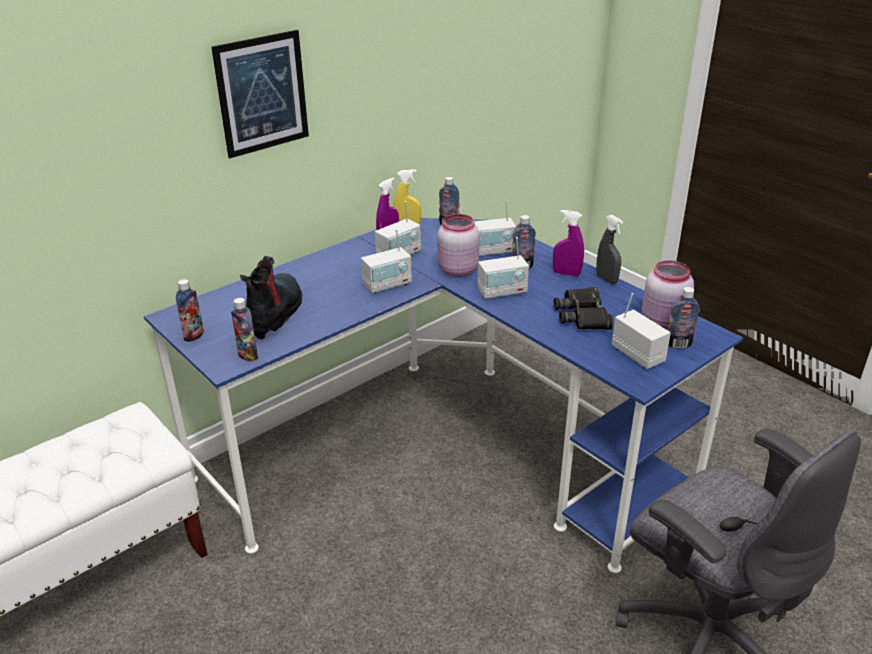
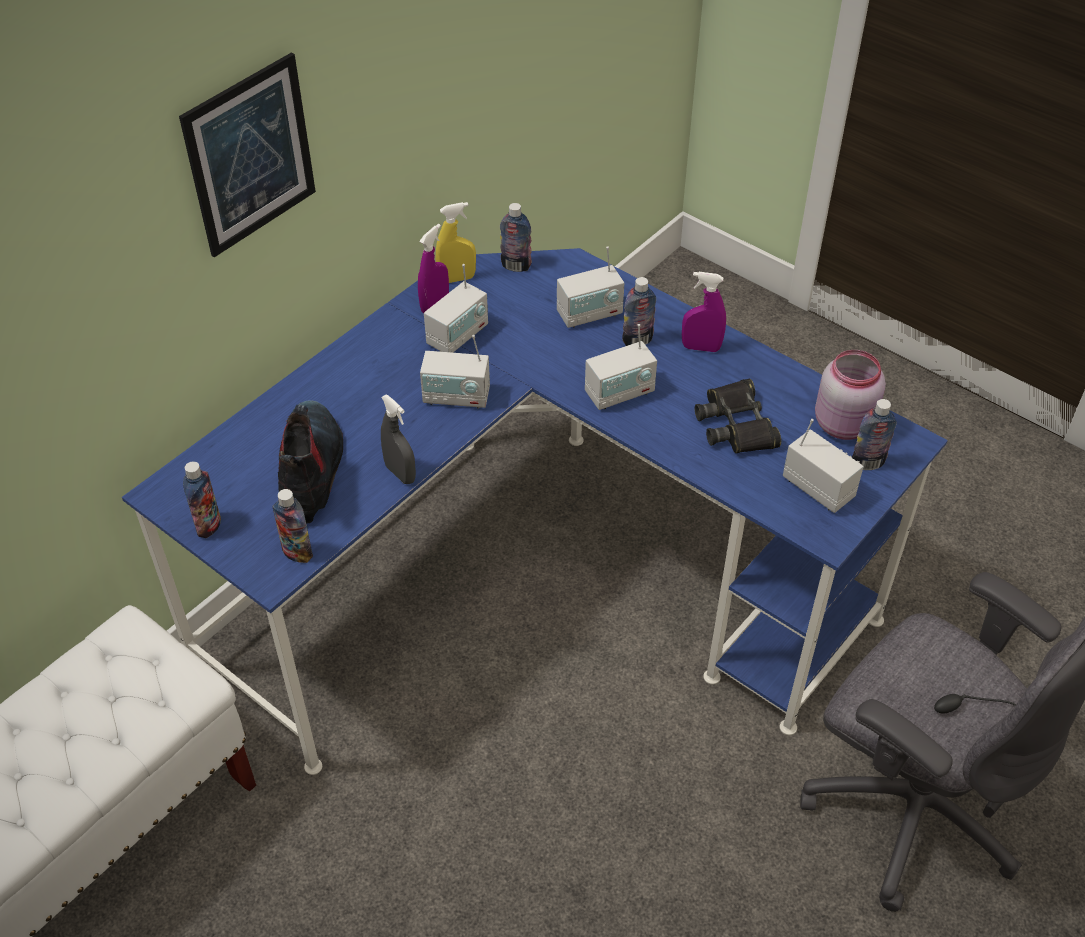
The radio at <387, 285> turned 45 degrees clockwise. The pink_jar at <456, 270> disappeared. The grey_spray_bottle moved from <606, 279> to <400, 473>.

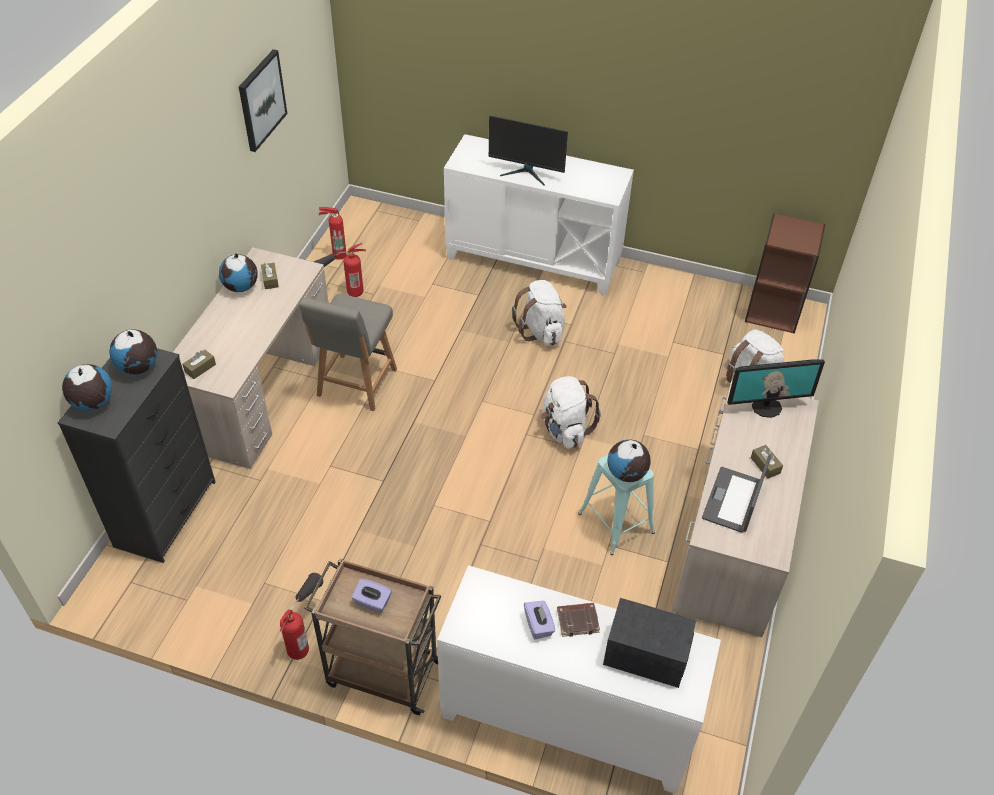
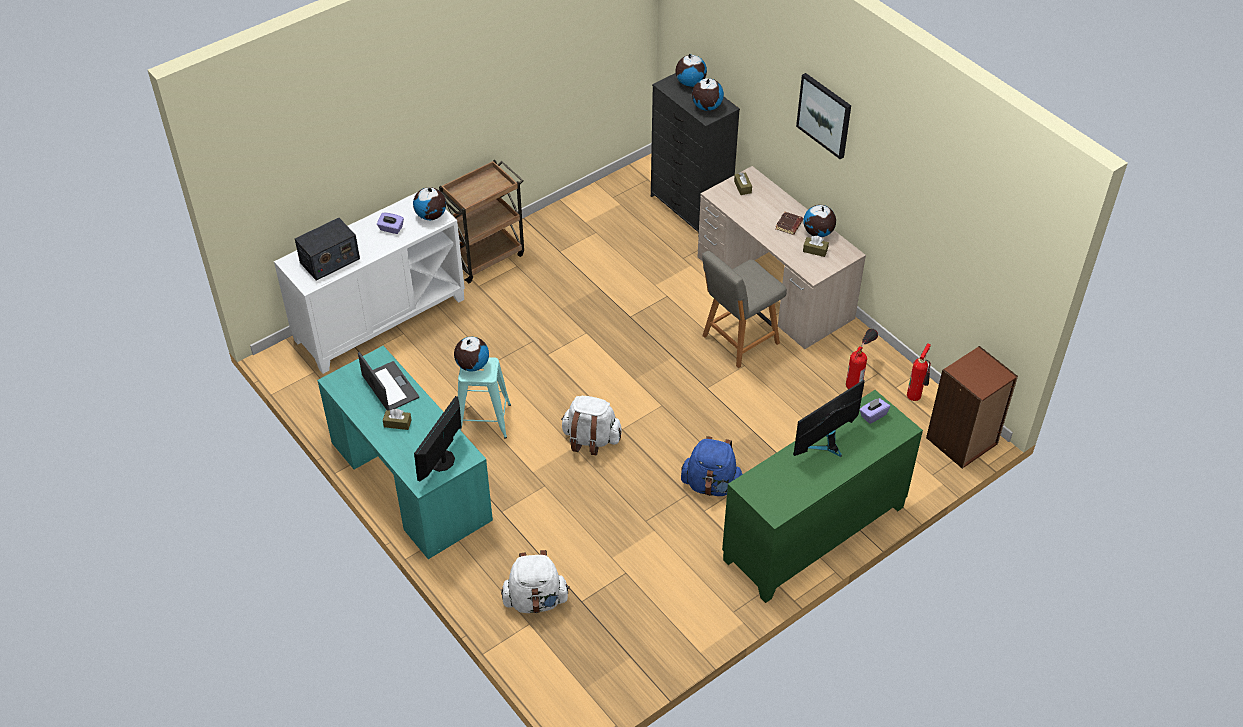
The picture moved from <261, 100> to <824, 115>. The fire_extinguisher at <306, 632> disappeared. The grey_chair at <356, 384> turned 90 degrees counterclockwise. The purple_tissue_box moved from <372, 602> to <873, 415>. The white_cabinet at <534, 258> became the green_cabinet at <814, 534>. The white_backpack at <541, 331> became the blue_backpack at <711, 485>. The brown_book moved from <578, 620> to <789, 225>. The beige_desk at <734, 537> became the turquoise_desk at <410, 480>. The brown_bookcase moved from <773, 311> to <962, 441>. The globe at <431, 216> appeared.

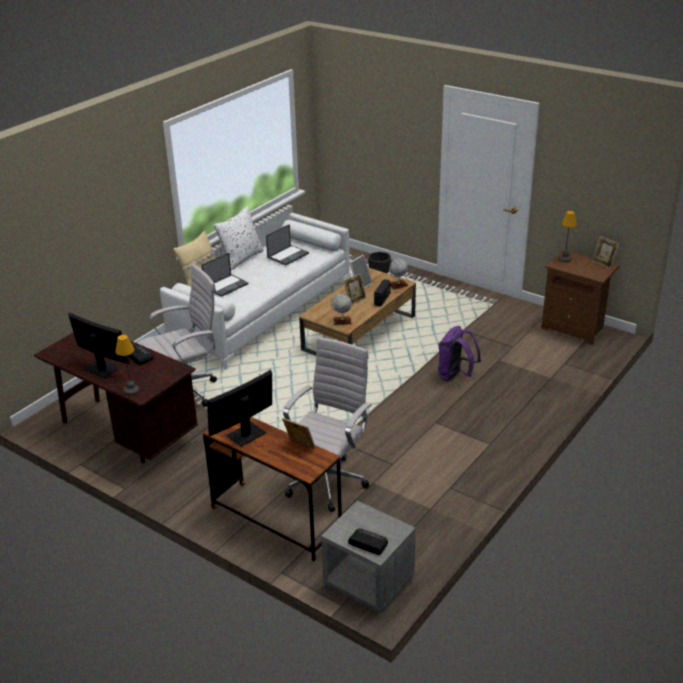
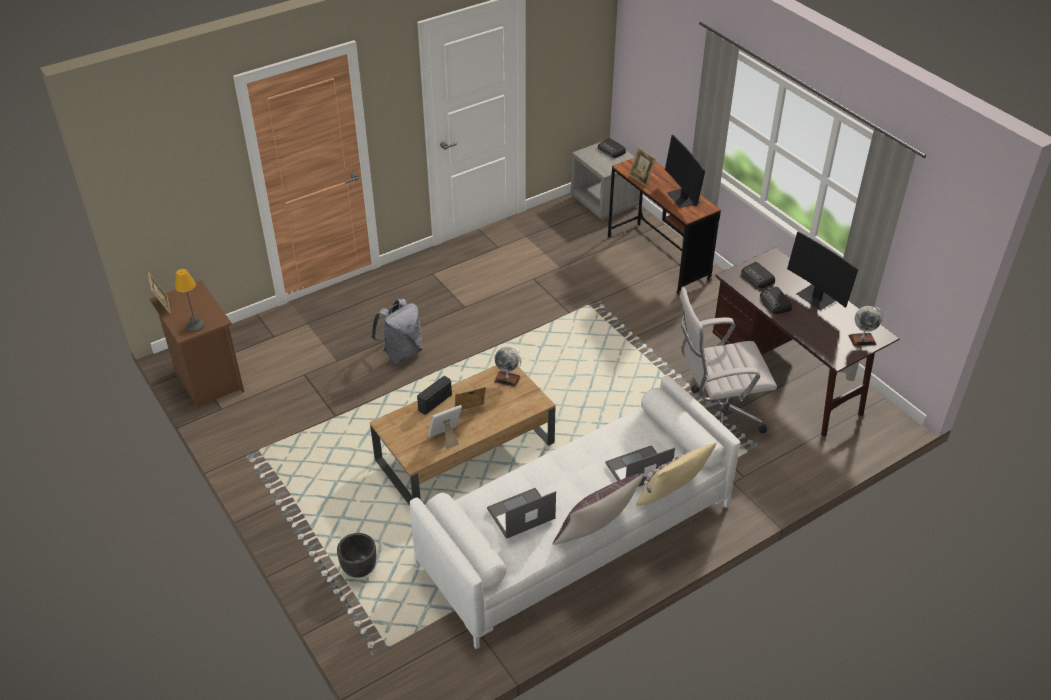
The table_lamp at <131, 391> disappeared. The monitor at <245, 435> turned 90 degrees clockwise. The white_pillow at <241, 258> became the brown_pillow at <596, 533>. The white_office_chair at <328, 480> disappeared. The globe moved from <398, 285> to <862, 340>. The purple_backpack at <455, 376> became the grey_backpack at <401, 353>. The radio at <758, 278> appeared.

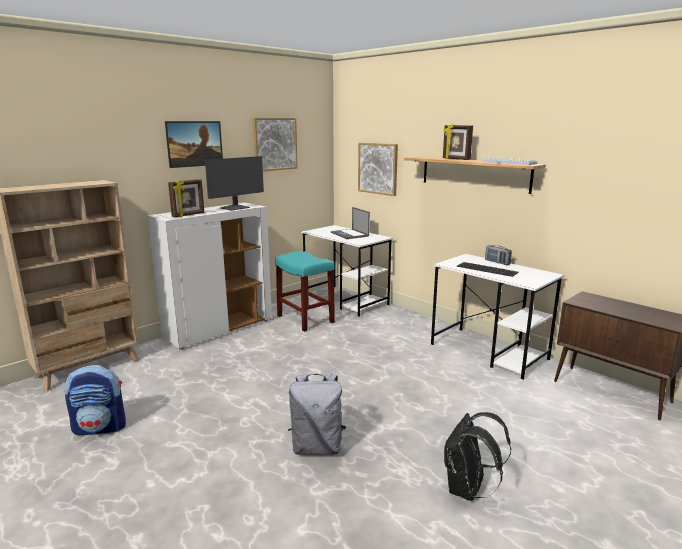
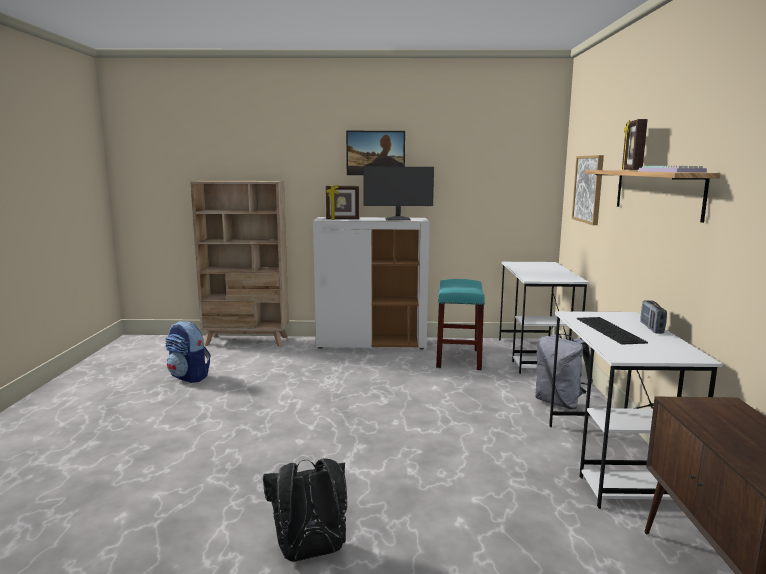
The picture at <275, 144> disappeared. The grey_backpack moved from <317, 447> to <559, 403>. The laptop at <350, 234> disappeared.

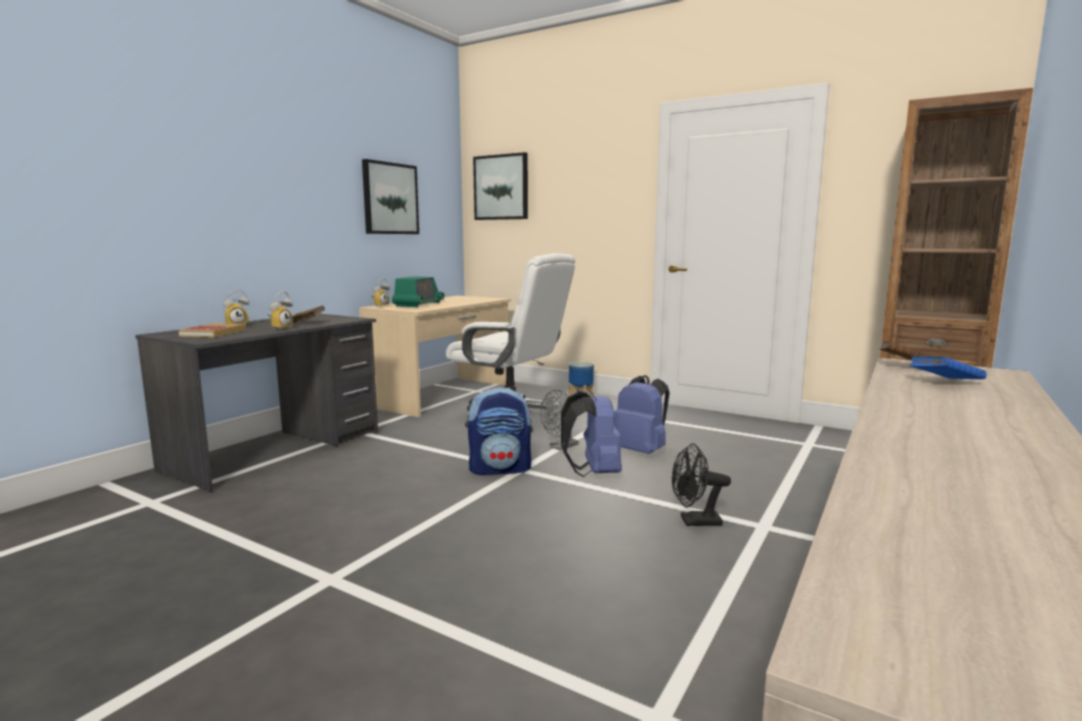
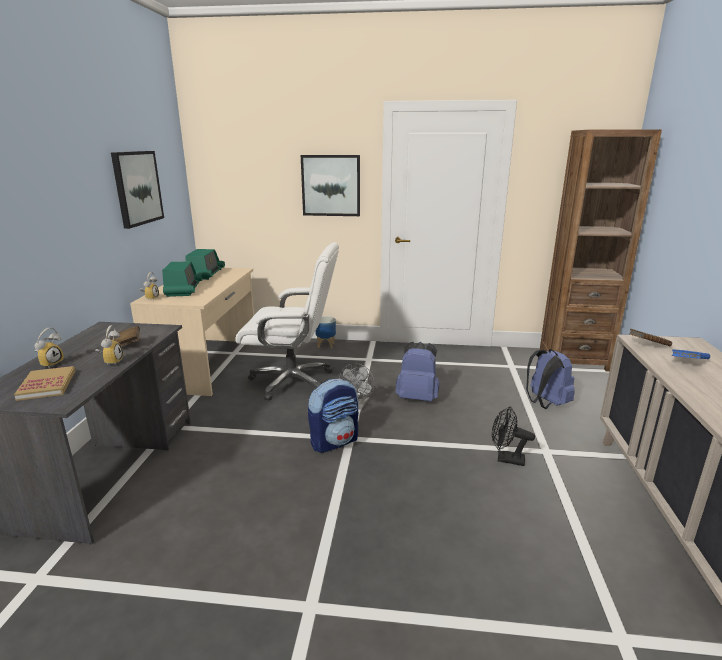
The picture moved from <501, 187> to <331, 185>. The blue_backpack moved from <593, 472> to <545, 403>. The black_fan at <694, 522> turned 45 degrees clockwise. The radio at <205, 274> appeared.

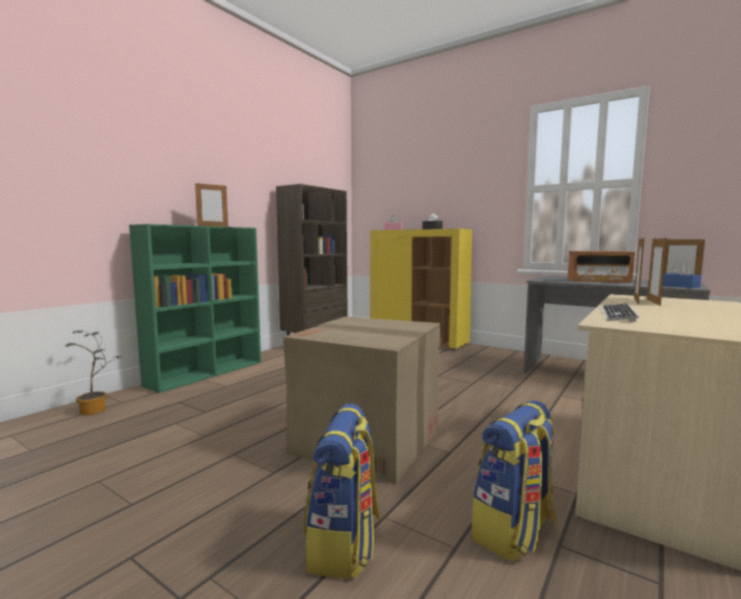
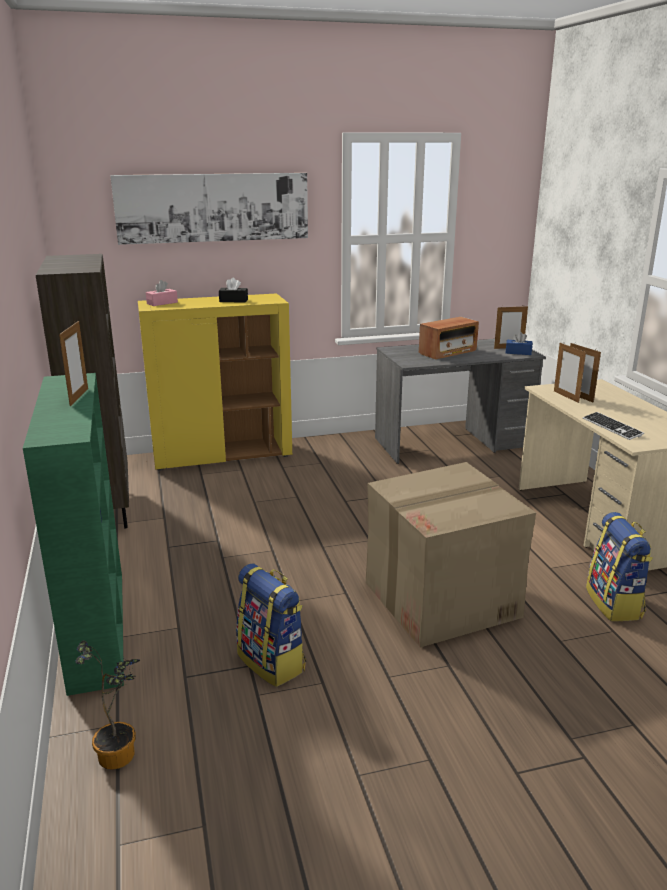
The backpack moved from <344, 545> to <272, 662>. The picture at <213, 207> appeared.

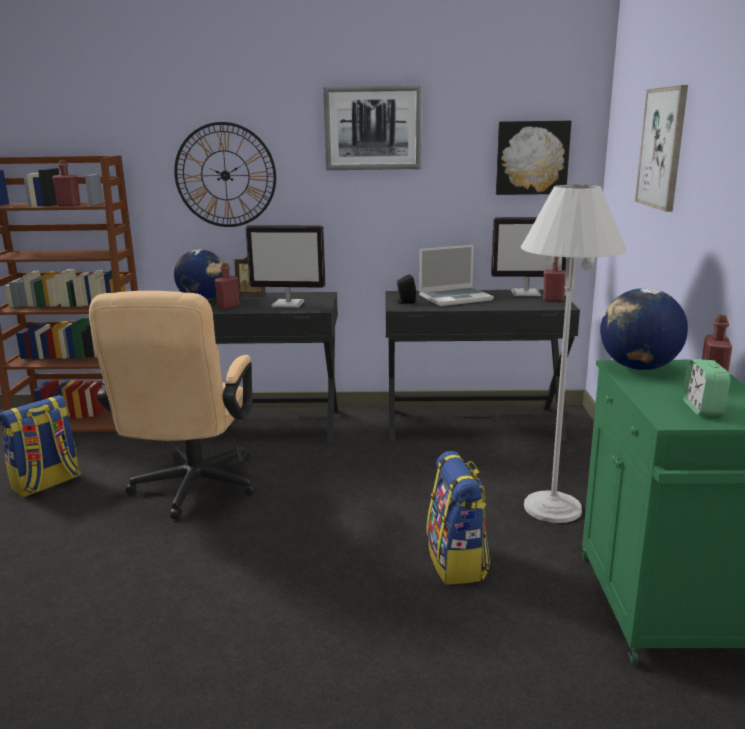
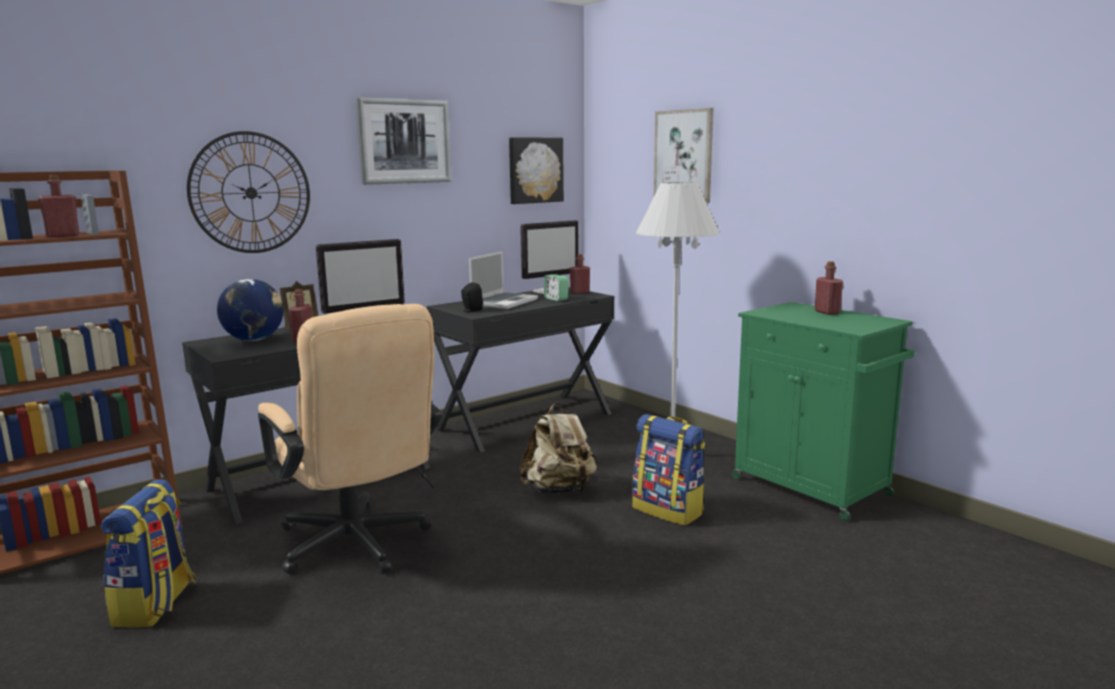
The globe at <638, 368> disappeared. The alarm_clock moved from <702, 408> to <556, 299>. The beige_backpack at <559, 490> appeared.

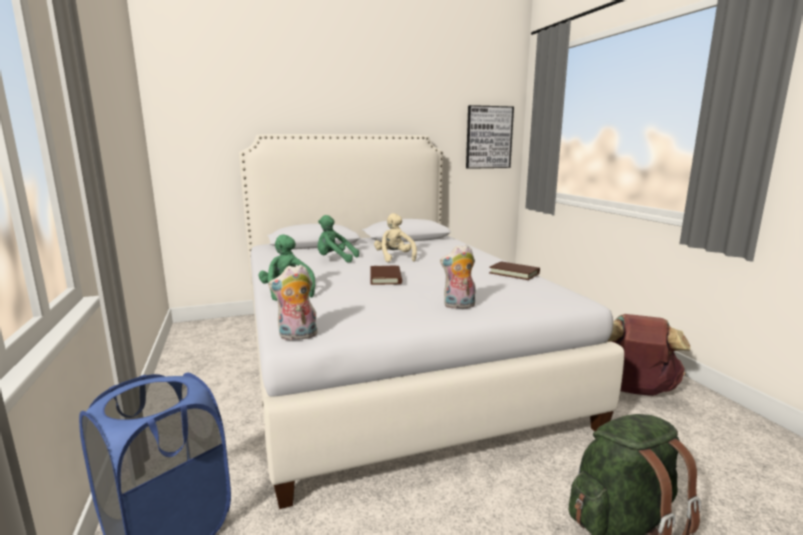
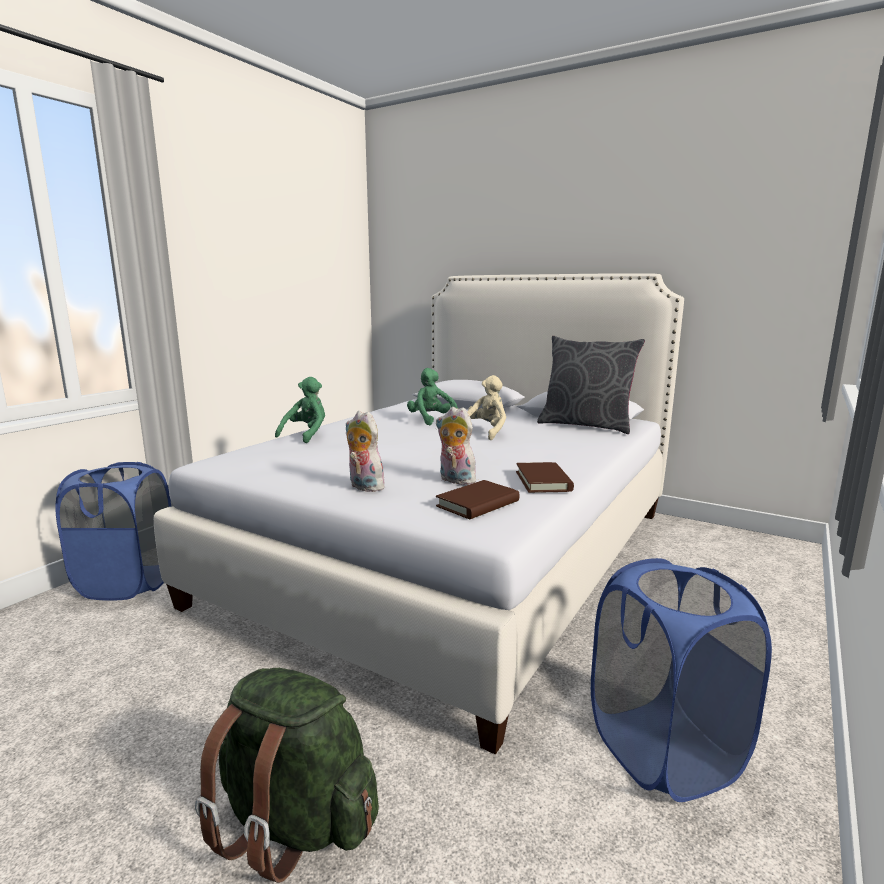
The plush_toy moved from <297, 336> to <455, 480>. The brown_book moved from <385, 278> to <478, 504>. The picture at <488, 137> disappeared. The brown_backpack at <631, 390> was replaced by the blue_laundry_basket at <663, 750>. The grey_pillow at <586, 425> appeared.

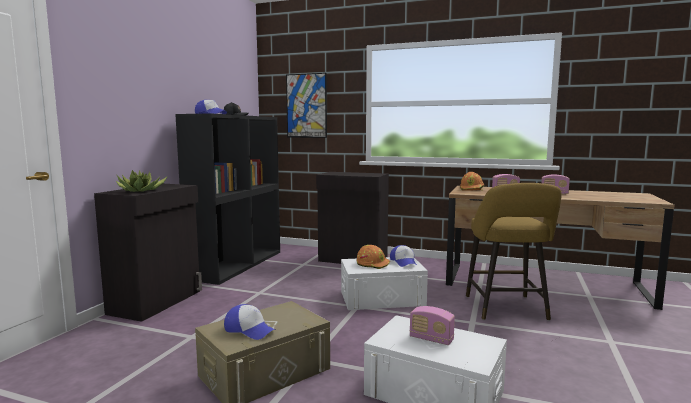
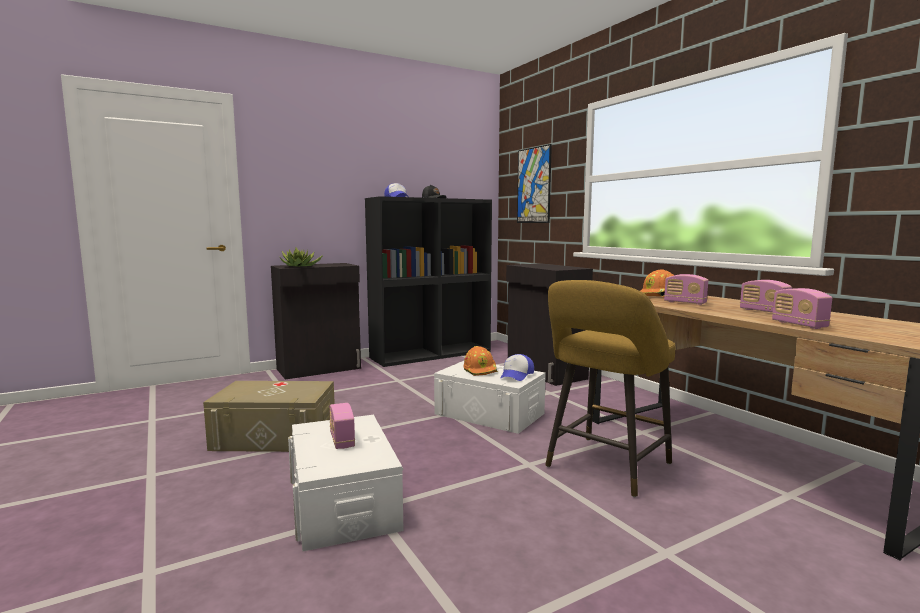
The cap at <249, 329> disappeared. The radio at <799, 325> appeared.

